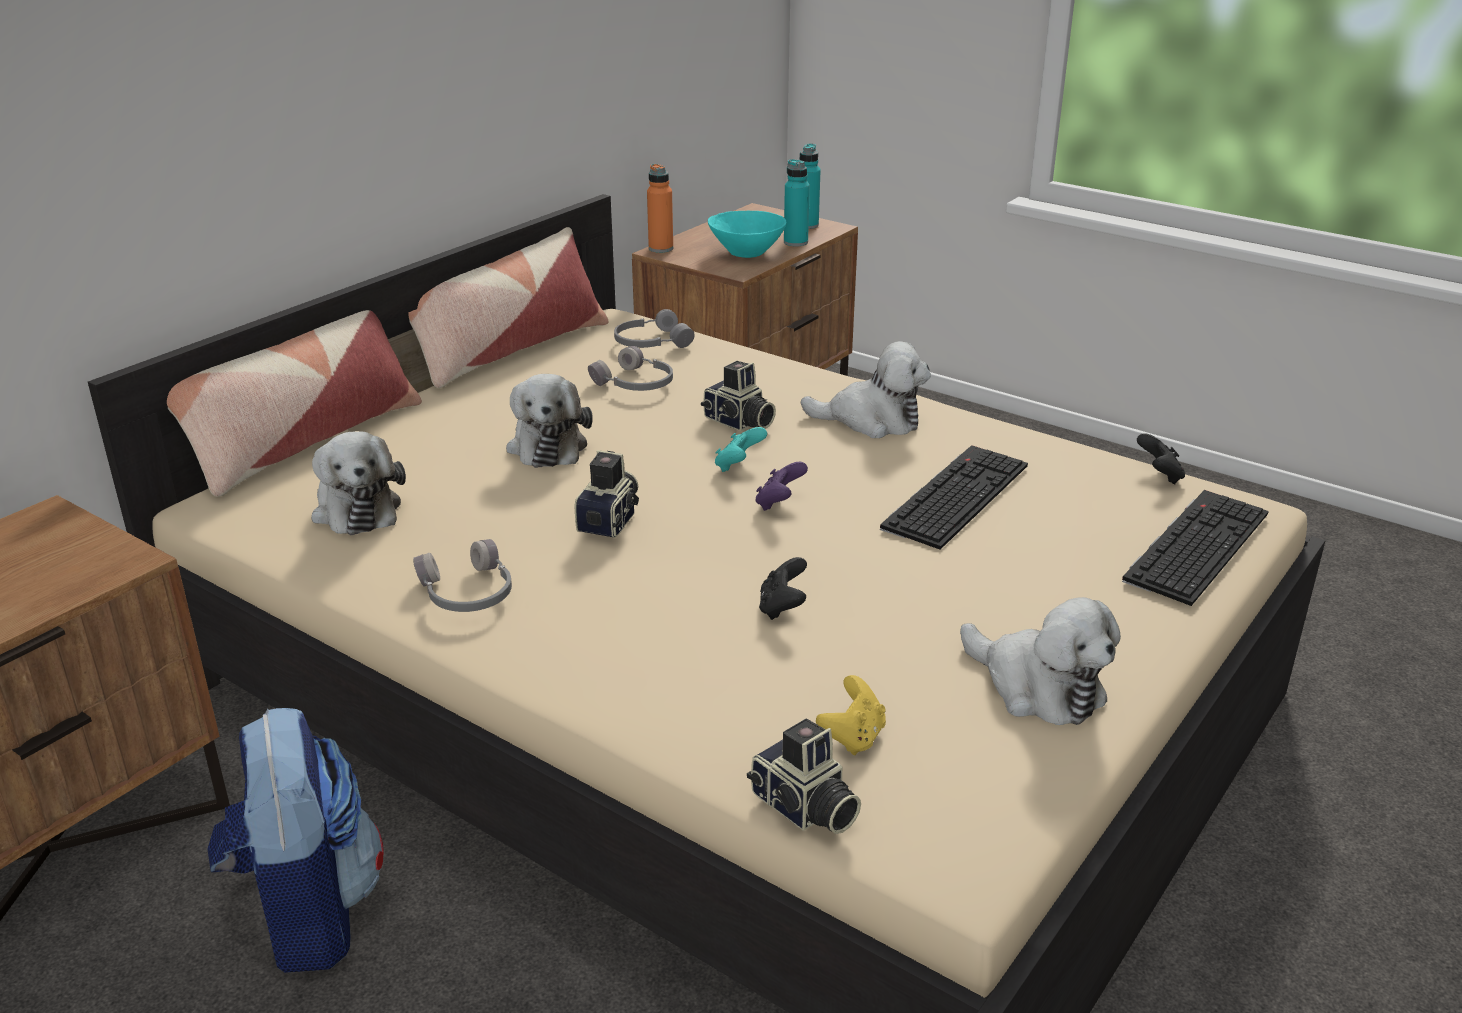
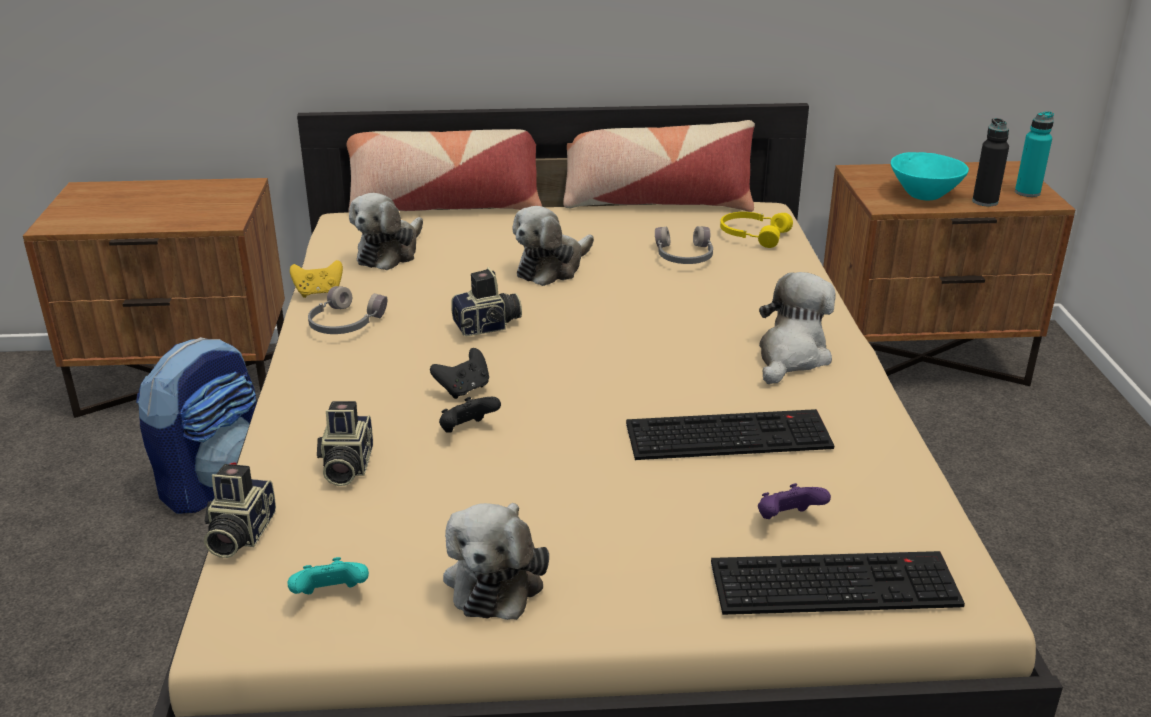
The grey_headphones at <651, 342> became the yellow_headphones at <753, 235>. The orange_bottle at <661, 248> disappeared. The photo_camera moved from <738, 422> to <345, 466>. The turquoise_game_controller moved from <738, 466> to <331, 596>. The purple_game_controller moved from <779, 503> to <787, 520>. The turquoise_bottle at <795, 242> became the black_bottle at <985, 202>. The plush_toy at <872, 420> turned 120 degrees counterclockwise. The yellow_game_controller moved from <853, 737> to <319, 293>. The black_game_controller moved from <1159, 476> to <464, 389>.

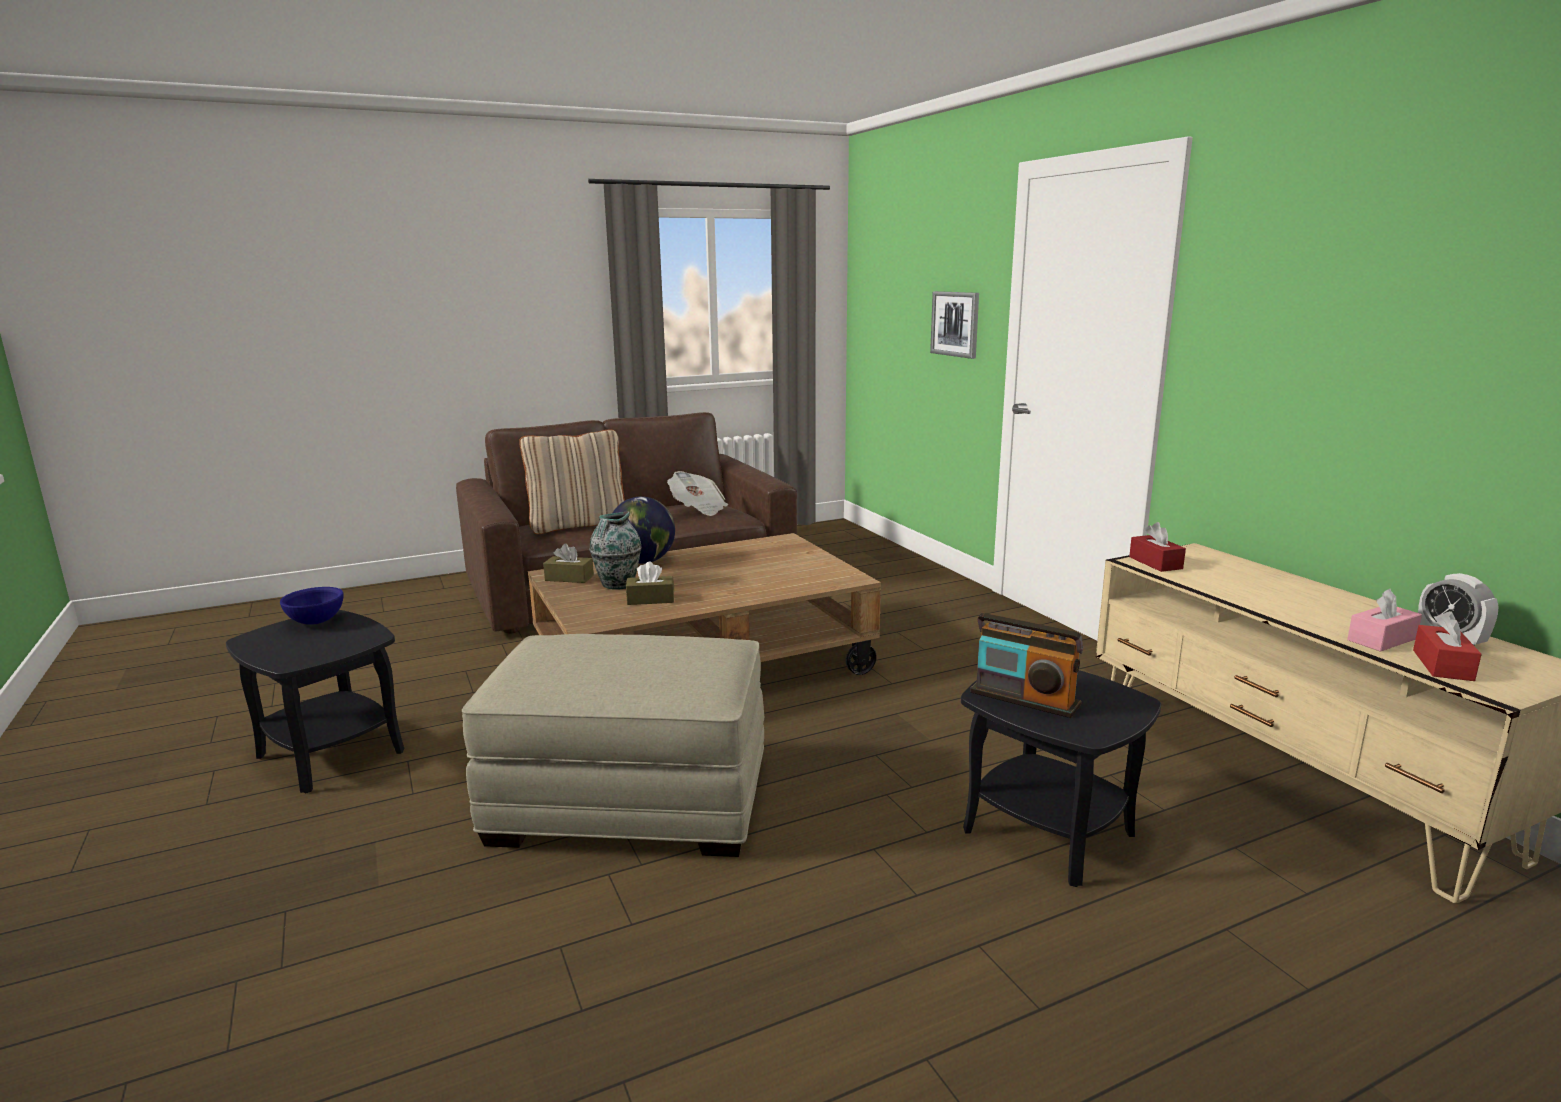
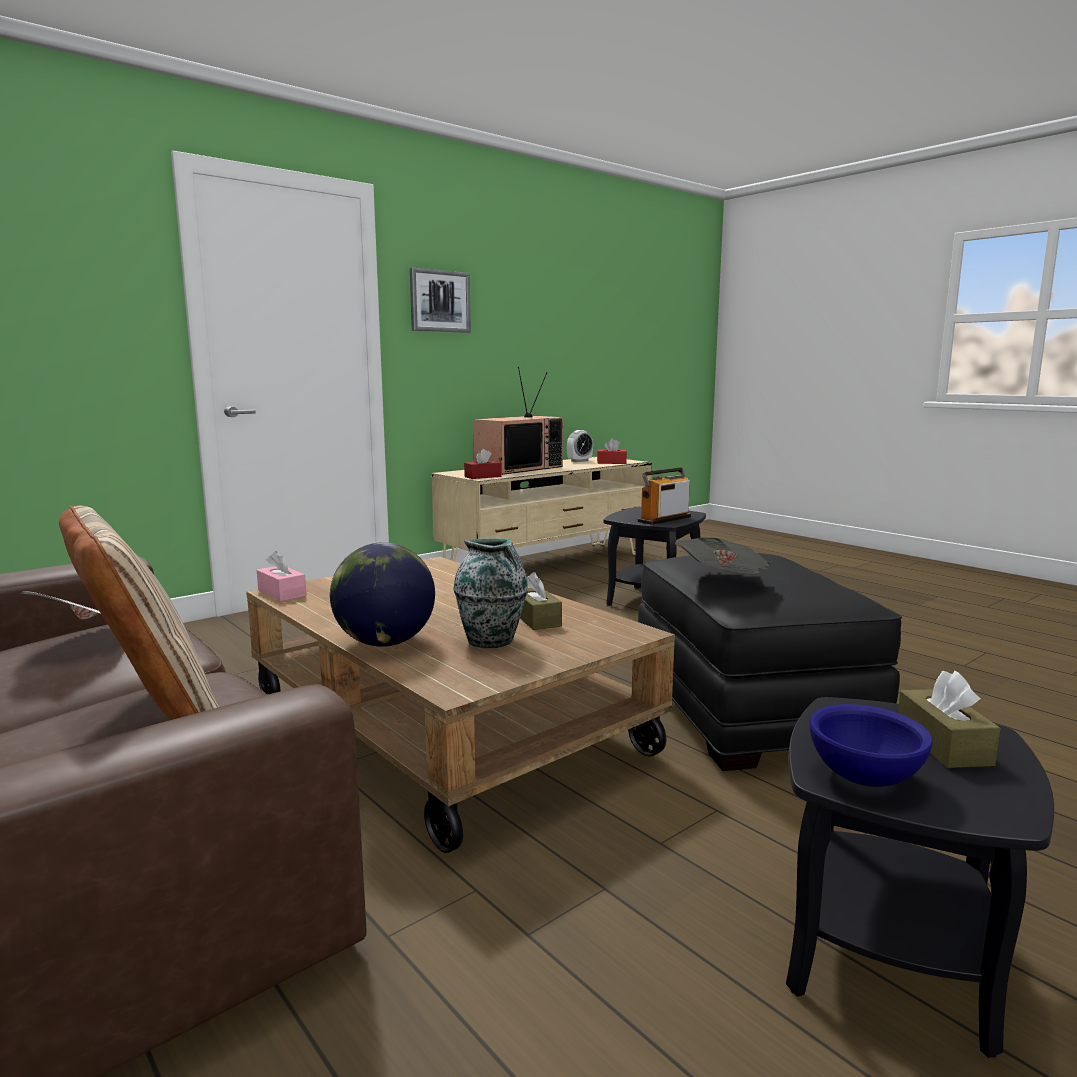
The beige_ottoman at <629, 802> became the black_ottoman at <749, 710>. The brown_tissue_box moved from <569, 578> to <943, 744>. The picture moved from <955, 324> to <439, 301>. The radio at <1024, 699> turned 150 degrees counterclockwise. The pink_tissue_box moved from <1381, 639> to <282, 593>. The television at <518, 468> appeared. The newspaper at <724, 582> appeared.

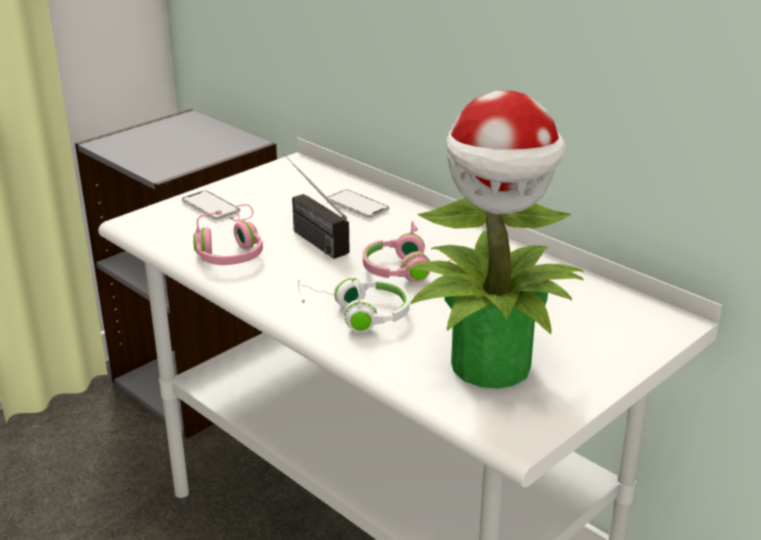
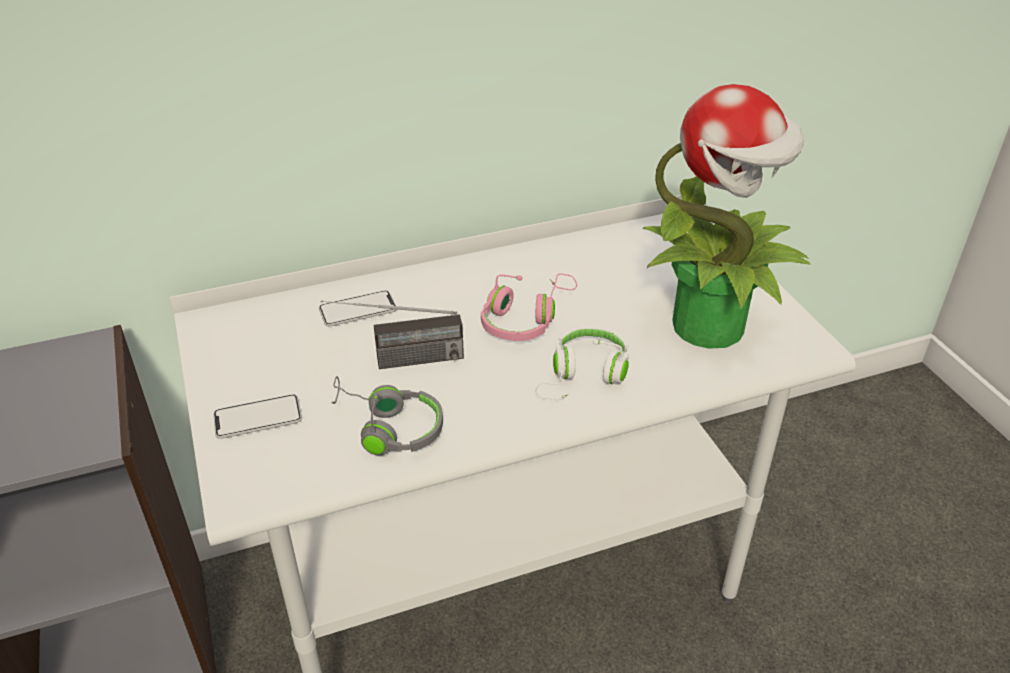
The pink_headphones at <231, 250> became the grey_headphones at <387, 427>.

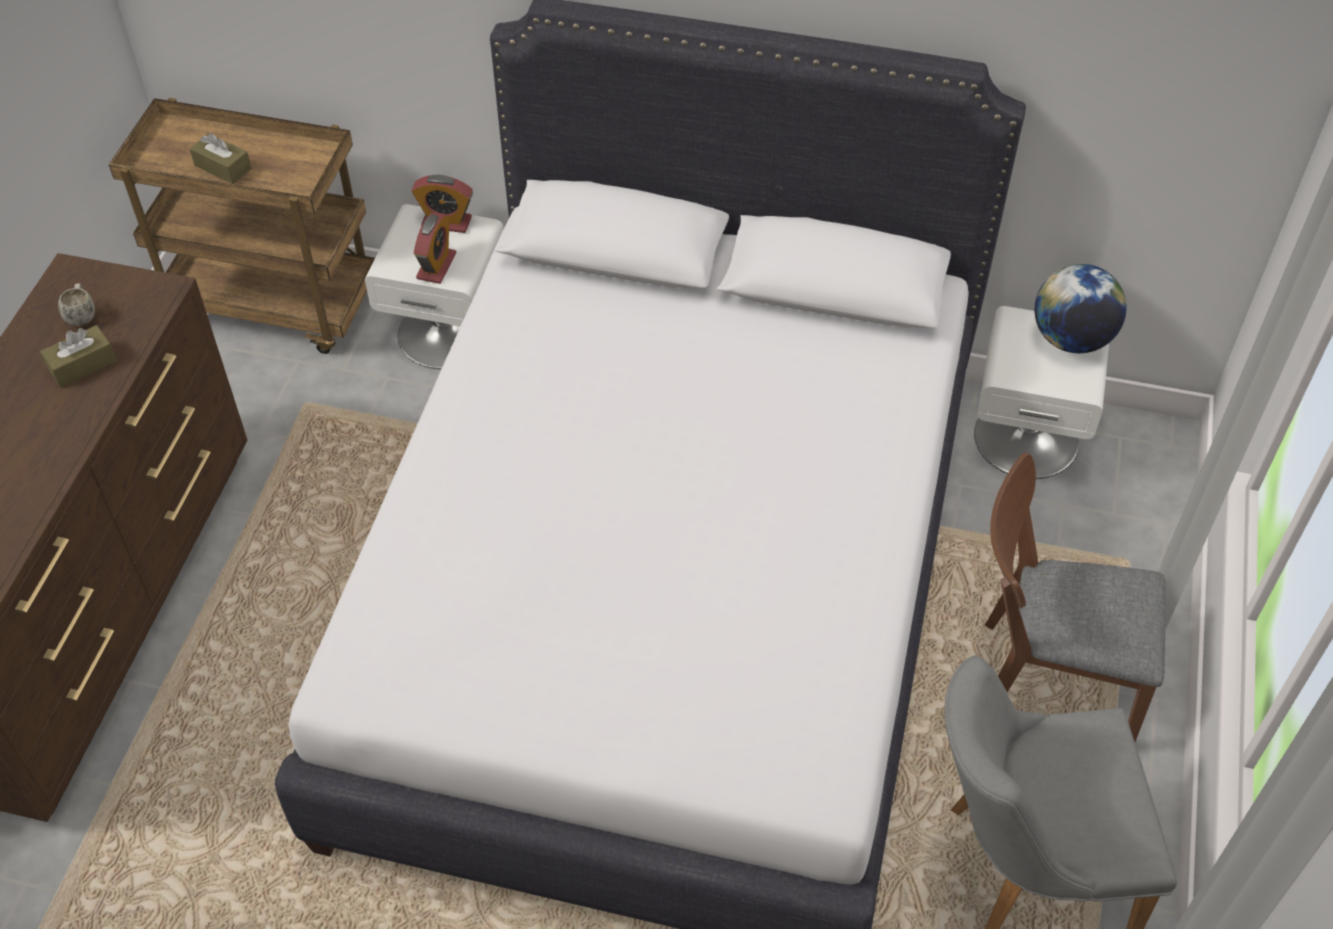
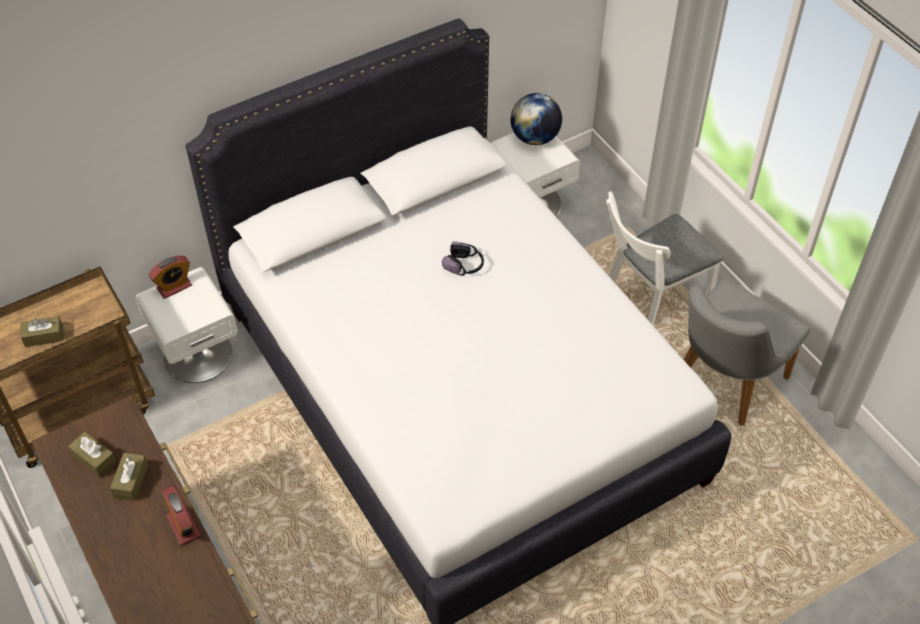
The white_mug at <82, 315> was replaced by the brown_tissue_box at <94, 459>. The alarm_clock moved from <436, 266> to <183, 526>. The brown_chair at <1041, 682> became the white_chair at <649, 304>. The headphones at <464, 265> appeared.

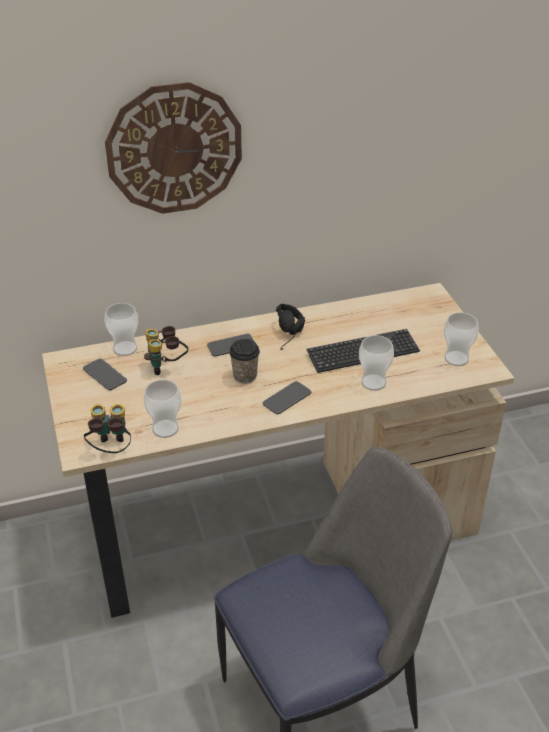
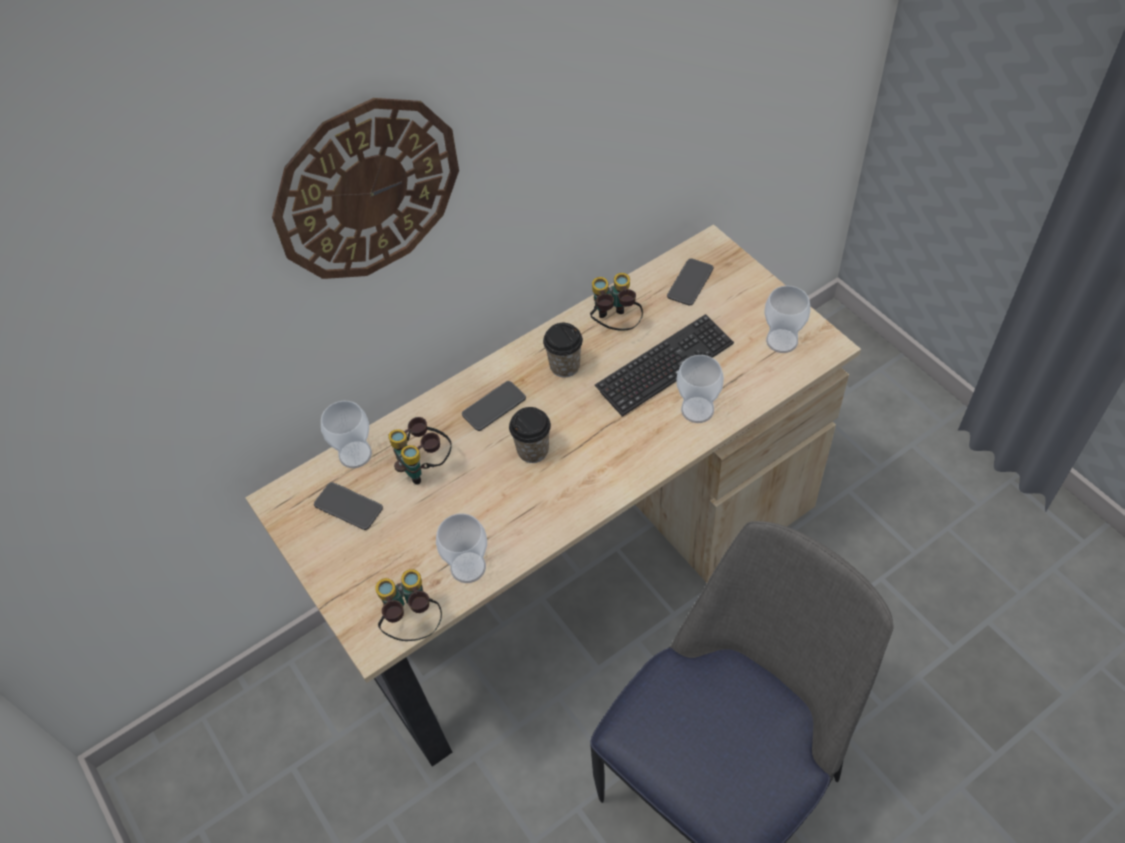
The phone moved from <287, 398> to <690, 283>. The black_headphones at <292, 335> was replaced by the cup at <565, 366>. The binoculars at <614, 325> appeared.

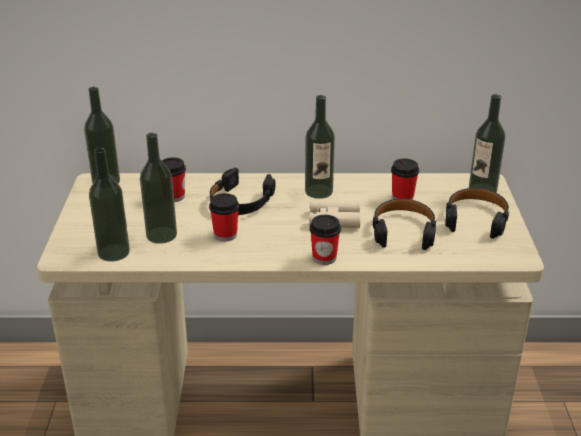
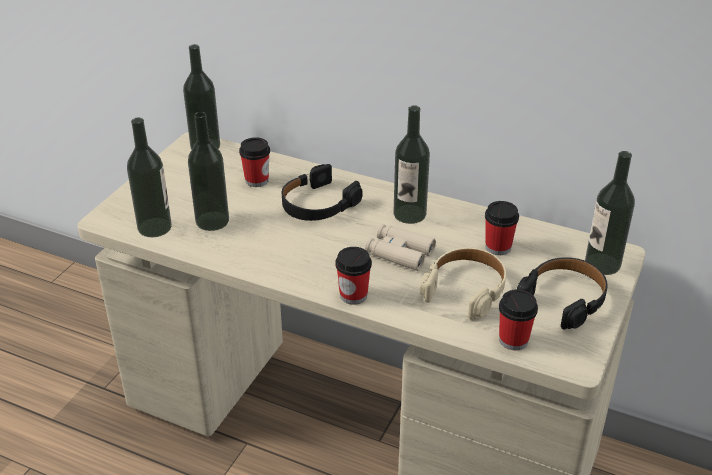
The cup moved from <225, 235> to <513, 340>. The black_headphones at <403, 231> became the beige_headphones at <465, 288>.

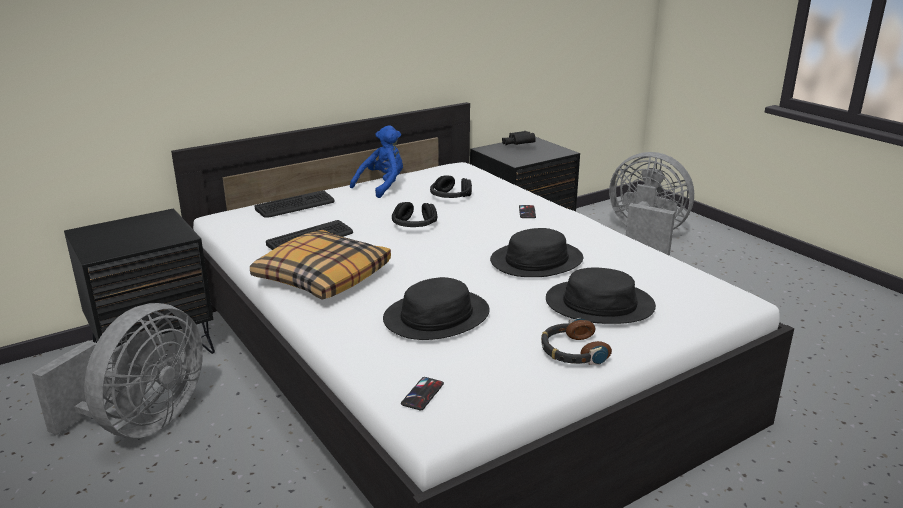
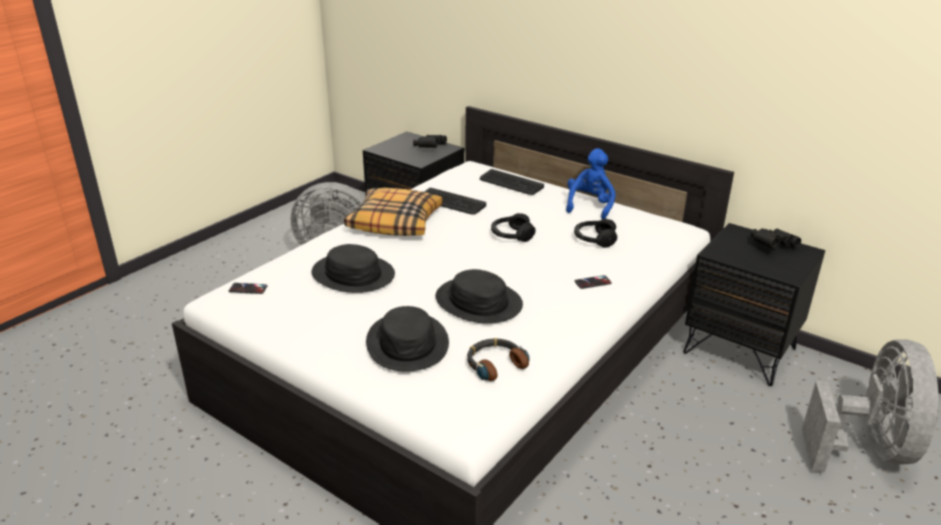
The blue_plush_toy at <382, 186> turned 90 degrees counterclockwise. The headphones moved from <572, 351> to <495, 364>. The black_binoculars at <429, 148> appeared.

